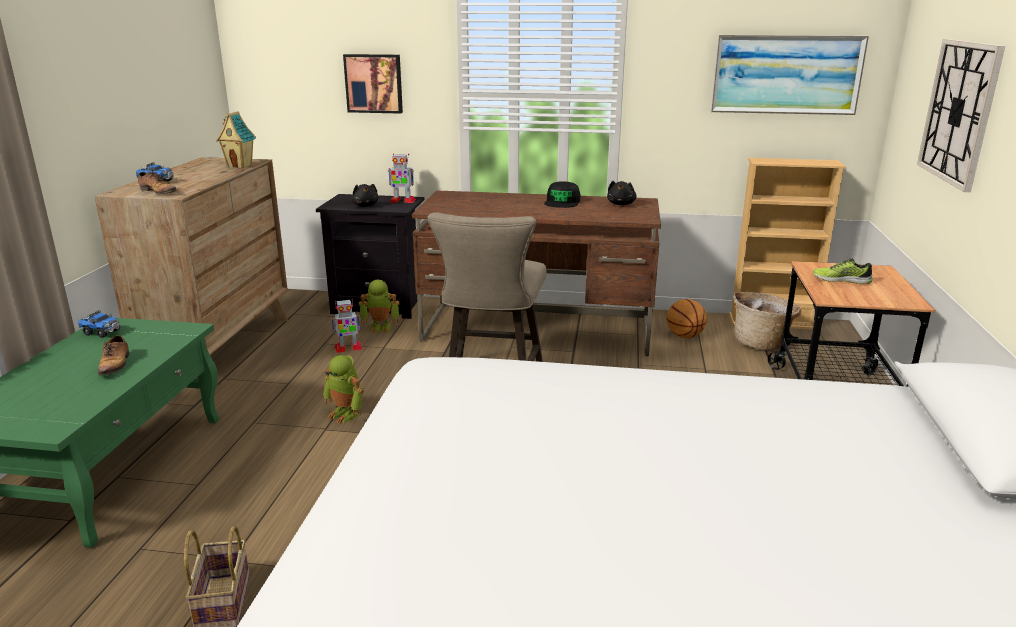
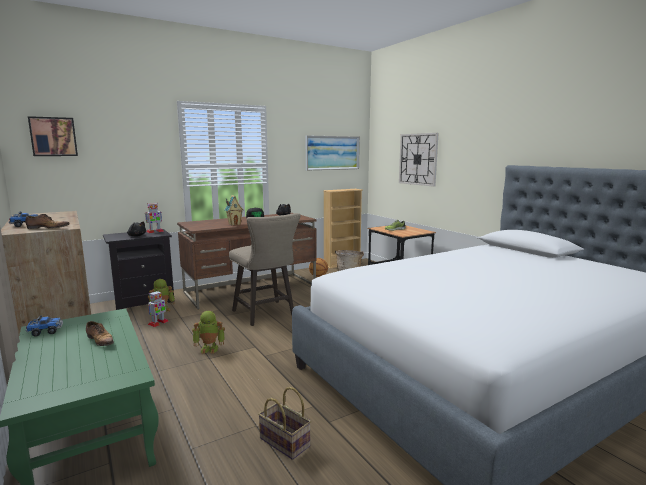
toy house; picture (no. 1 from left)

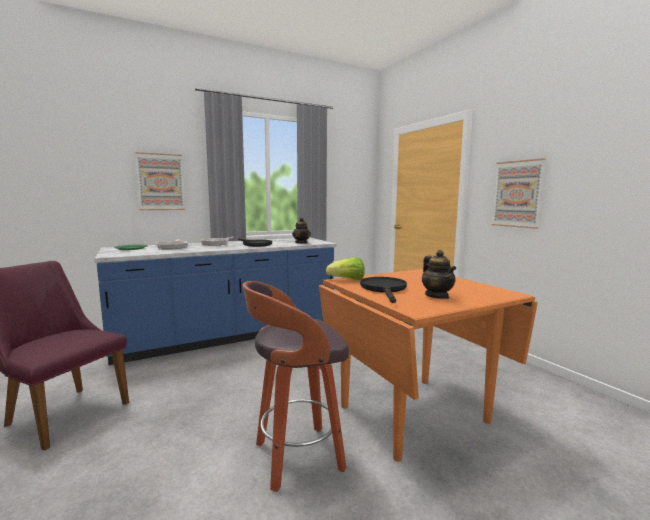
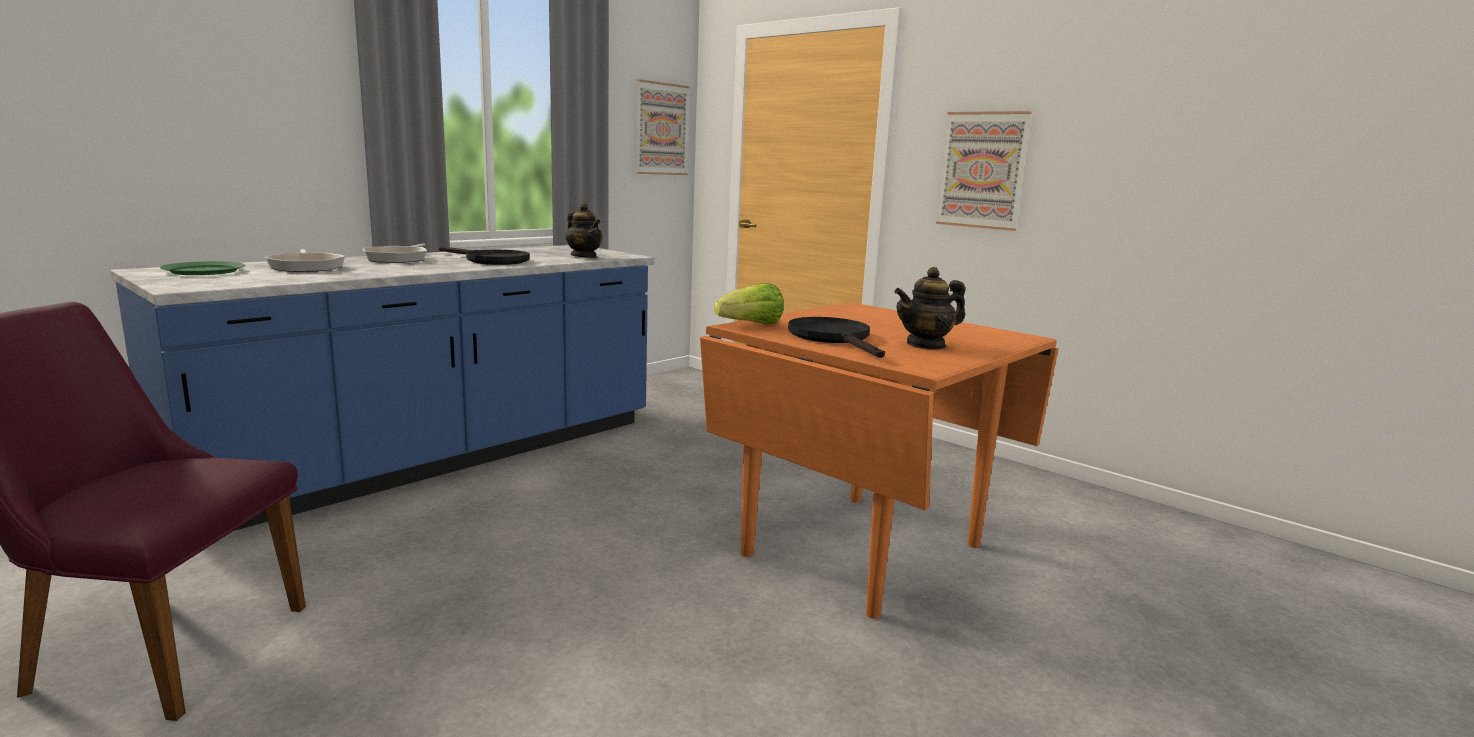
stool; picture (no. 1 from left); teapot (no. 2 from left)

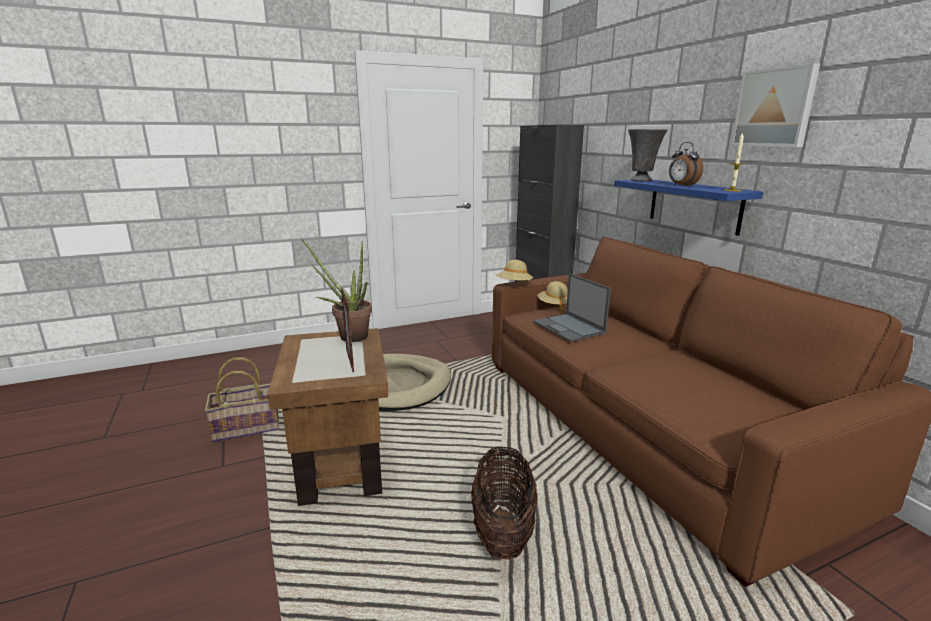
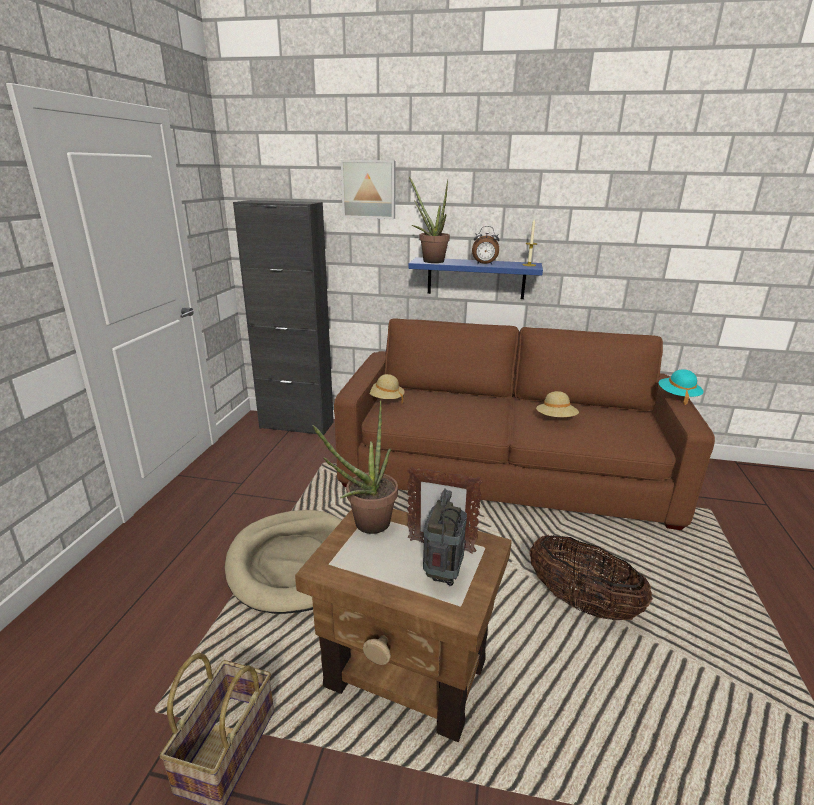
laptop; radio; turquoise hat; beige hat (no. 2 from left); picture; potted plant (no. 2 from left)

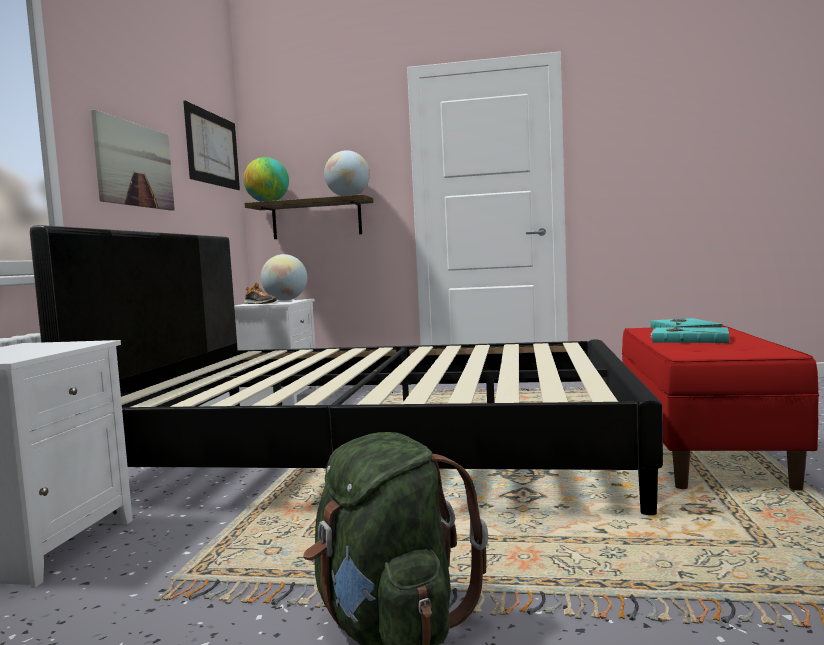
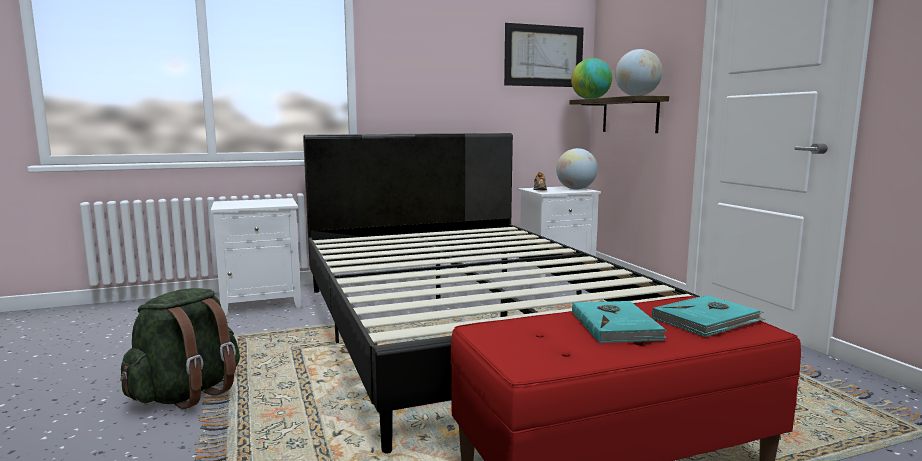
picture (no. 1 from left in the first image)

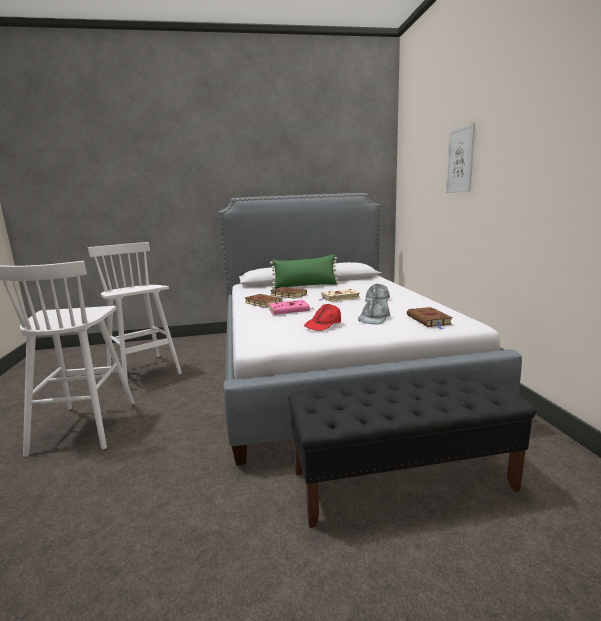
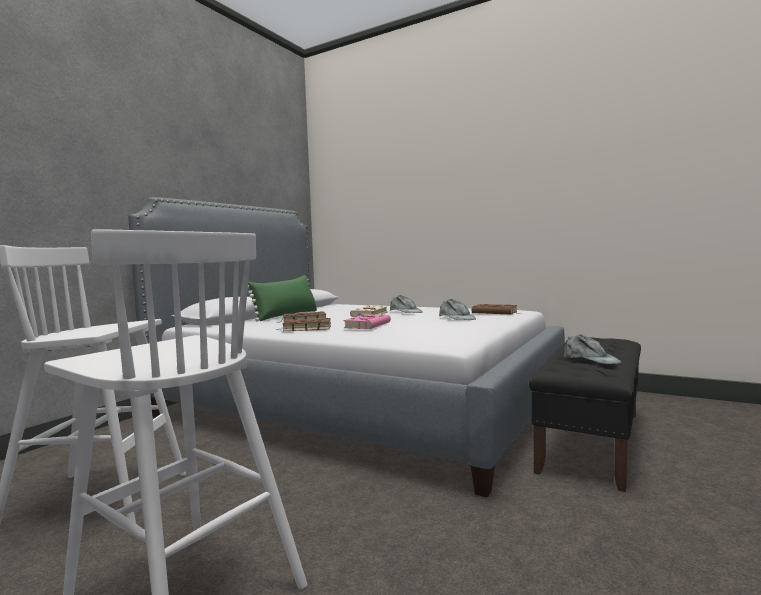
red cap; picture; grey cap (no. 3 from left)

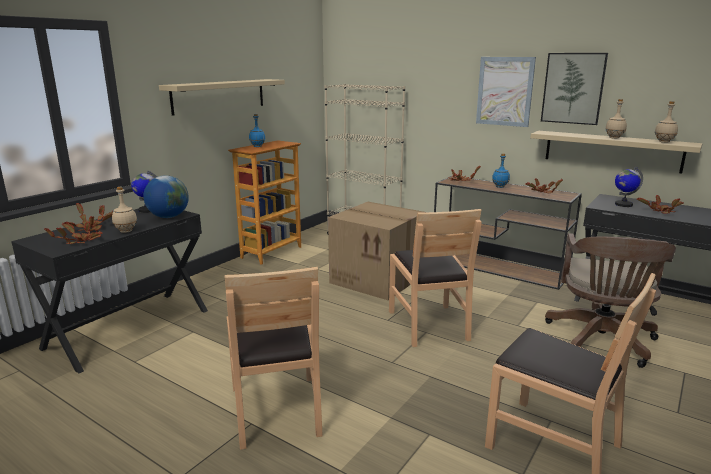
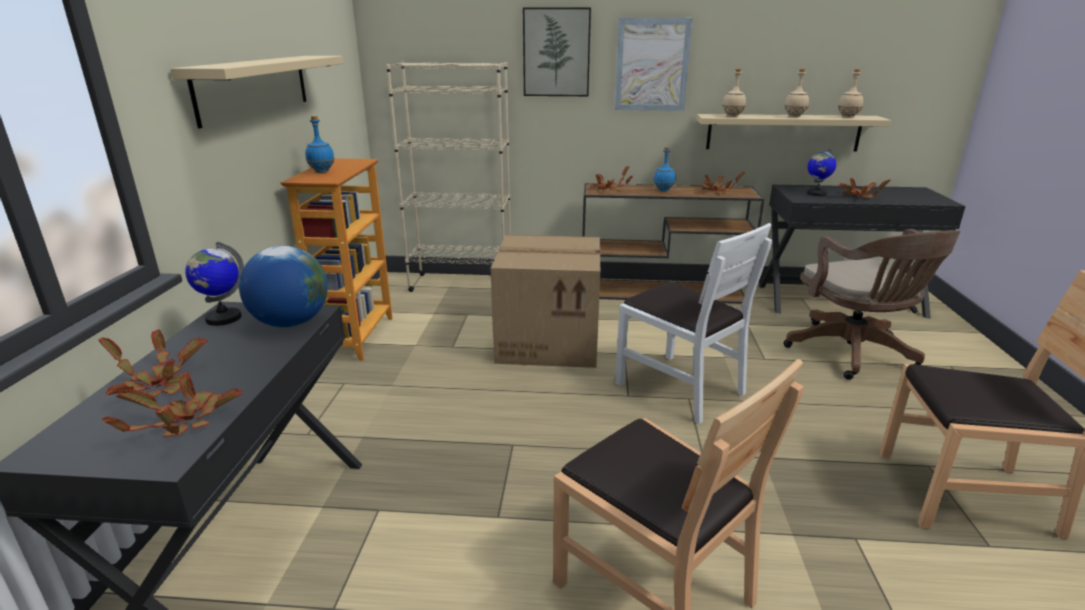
beige bottle (no. 1 from left); picture (no. 1 from left); white chair

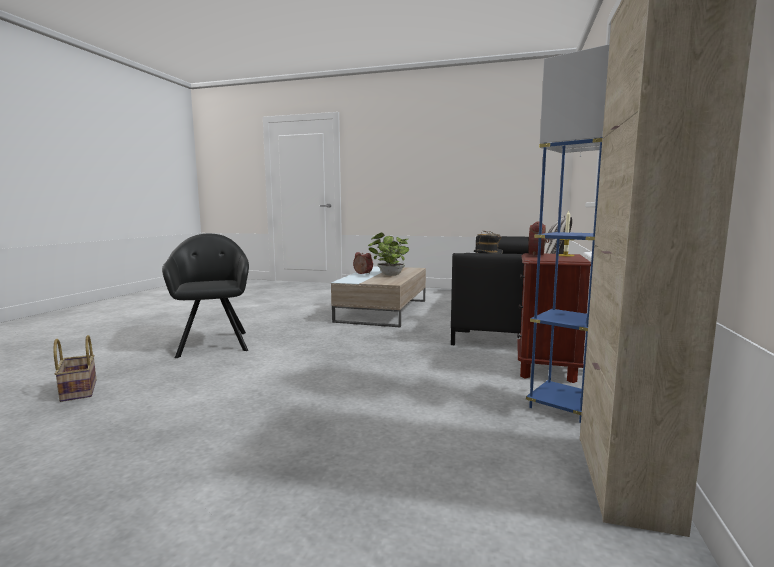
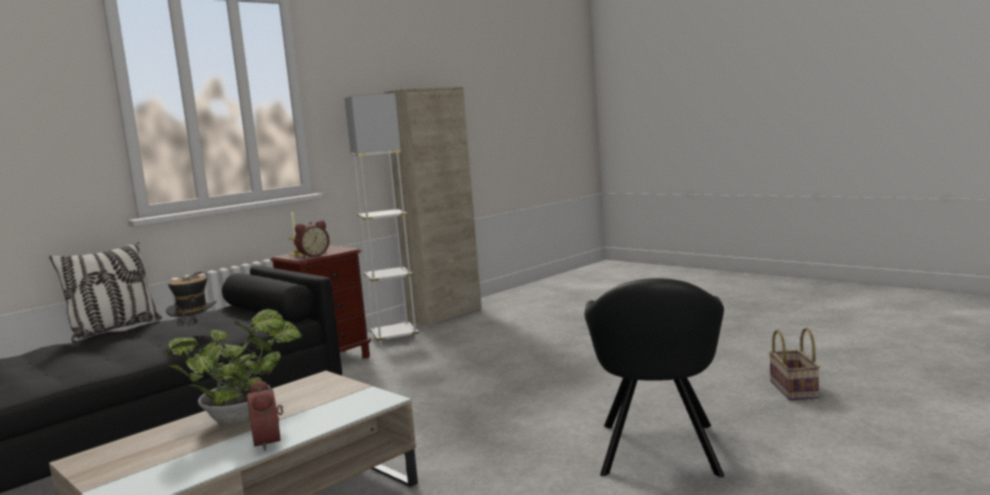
white floor lamp

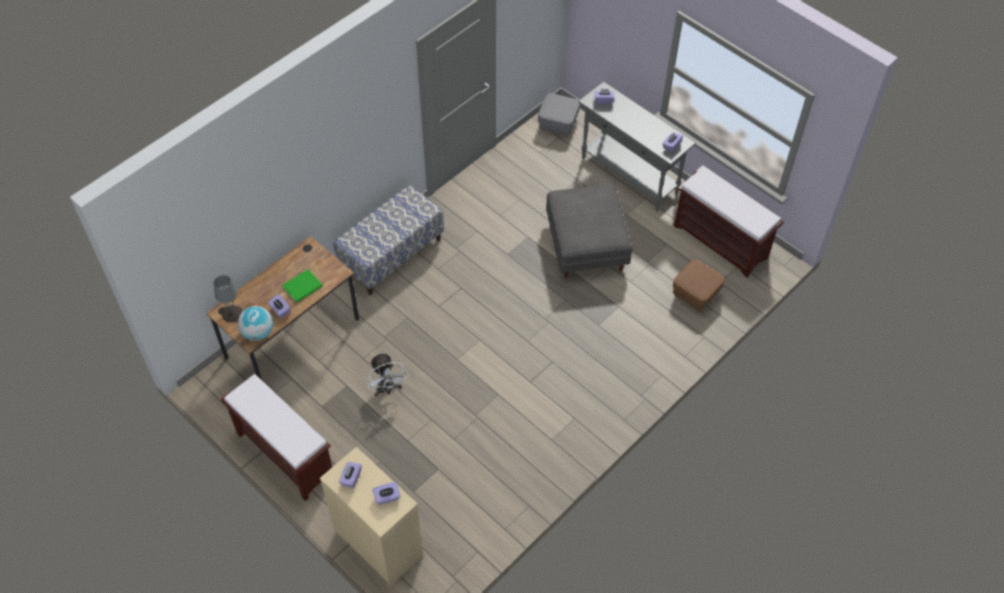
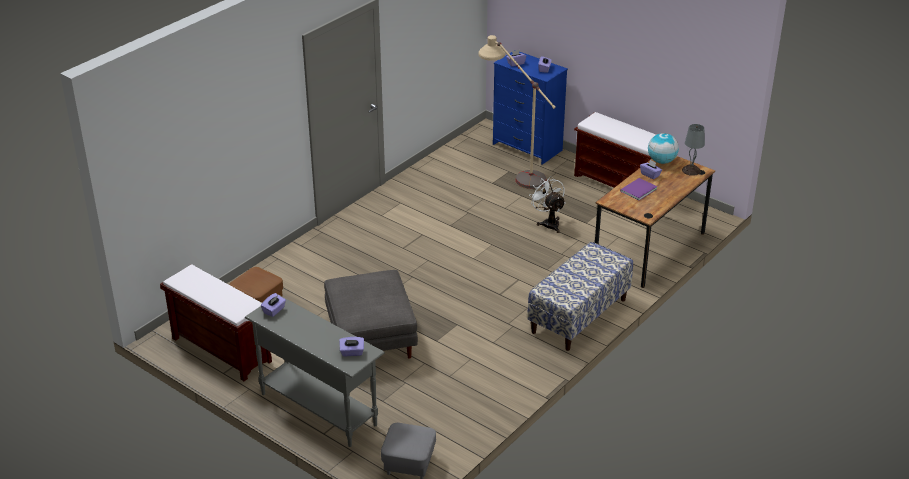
beige floor lamp; purple book; blue dresser

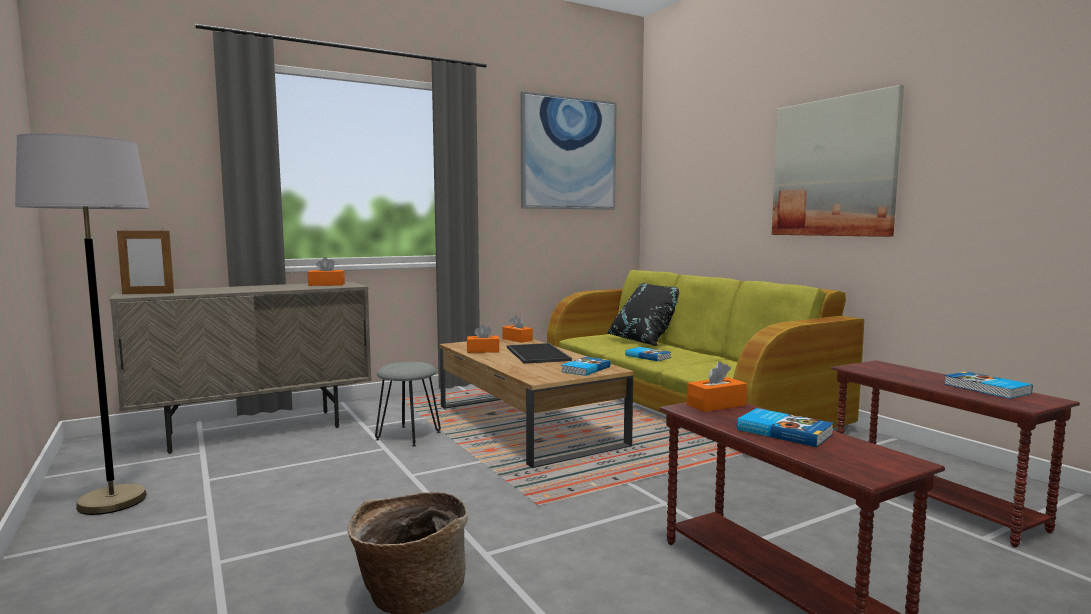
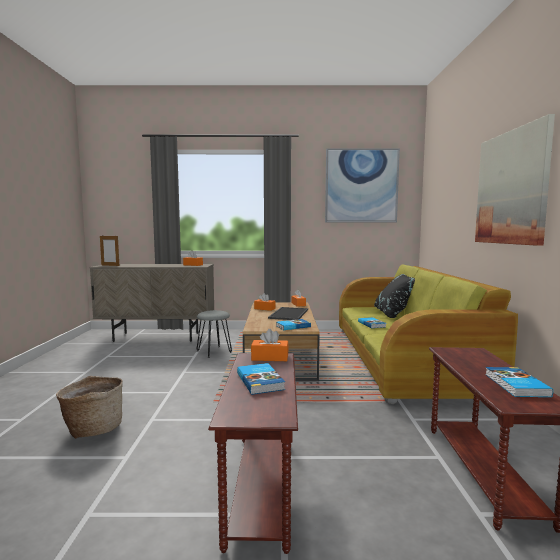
grey floor lamp

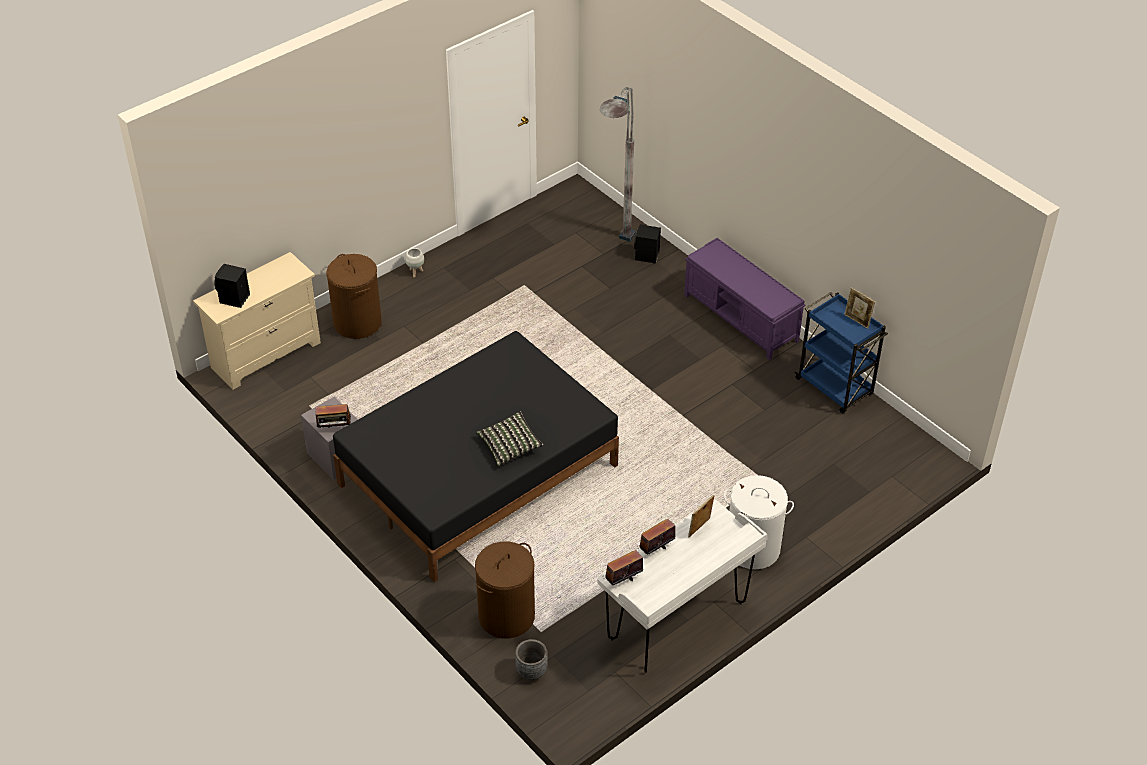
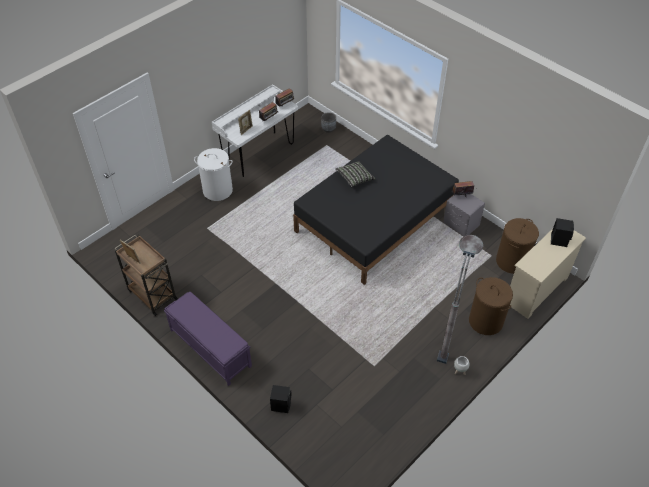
brown laundry basket (no. 2 from left); grey floor lamp; brown cart

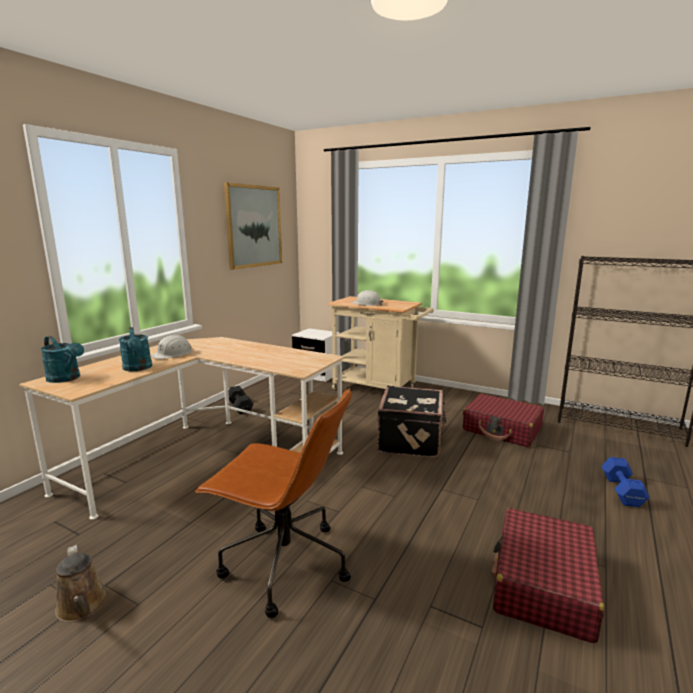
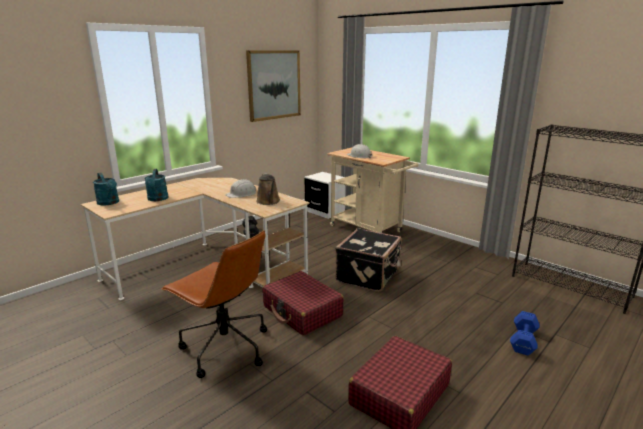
brown watering can; white hard hat (no. 1 from left); red suitcase (no. 1 from left)

